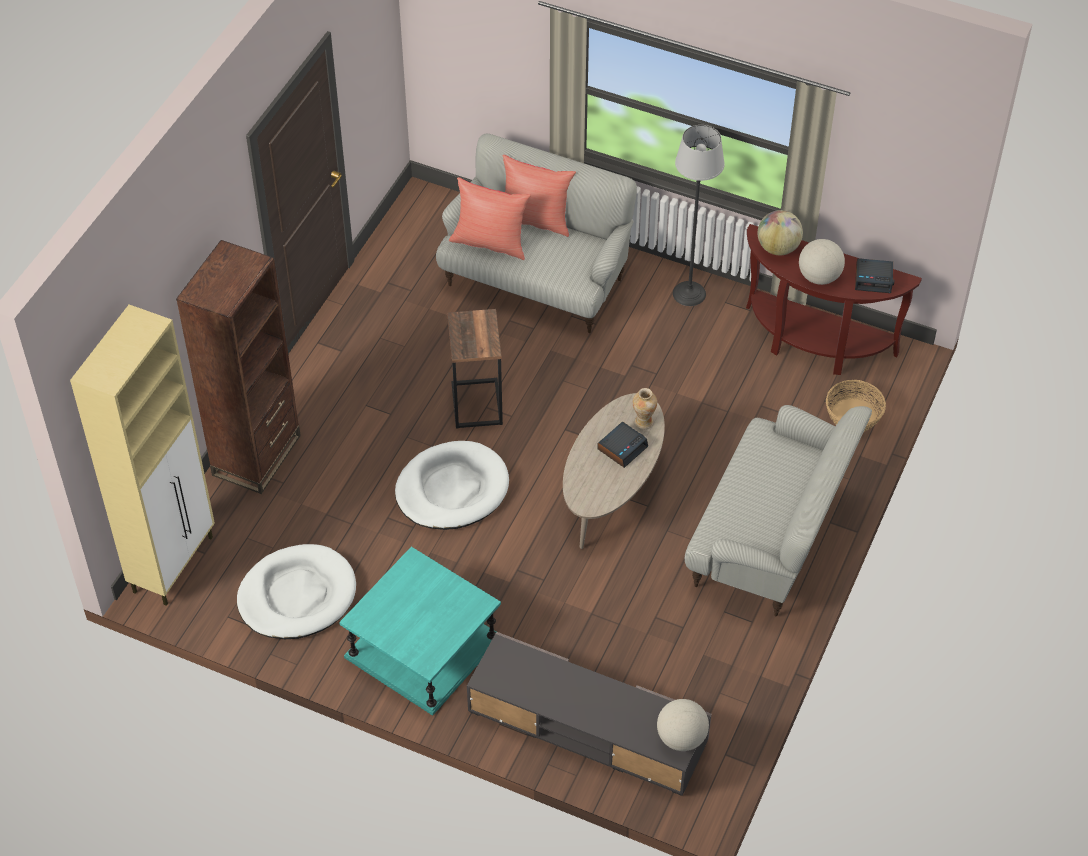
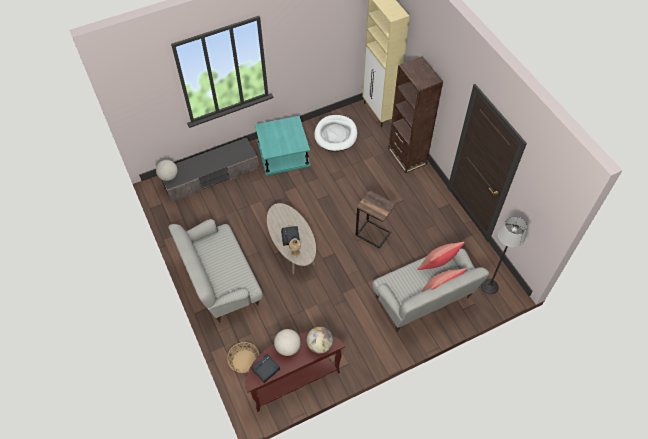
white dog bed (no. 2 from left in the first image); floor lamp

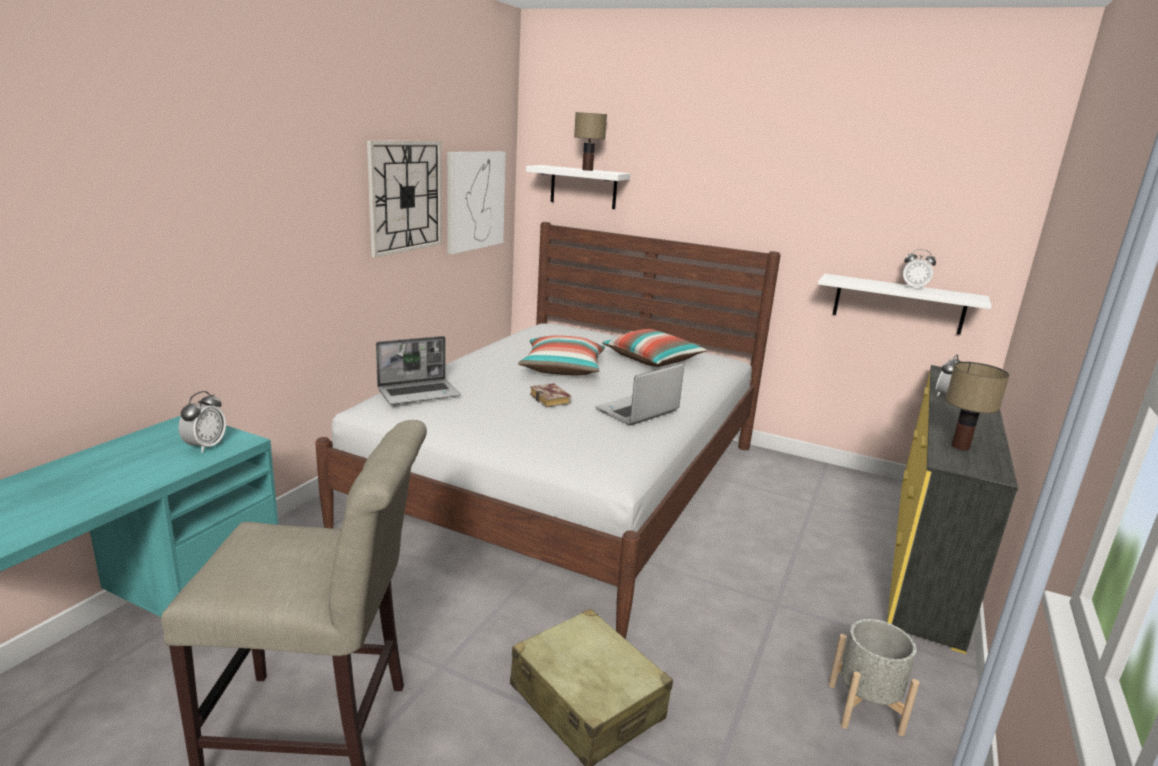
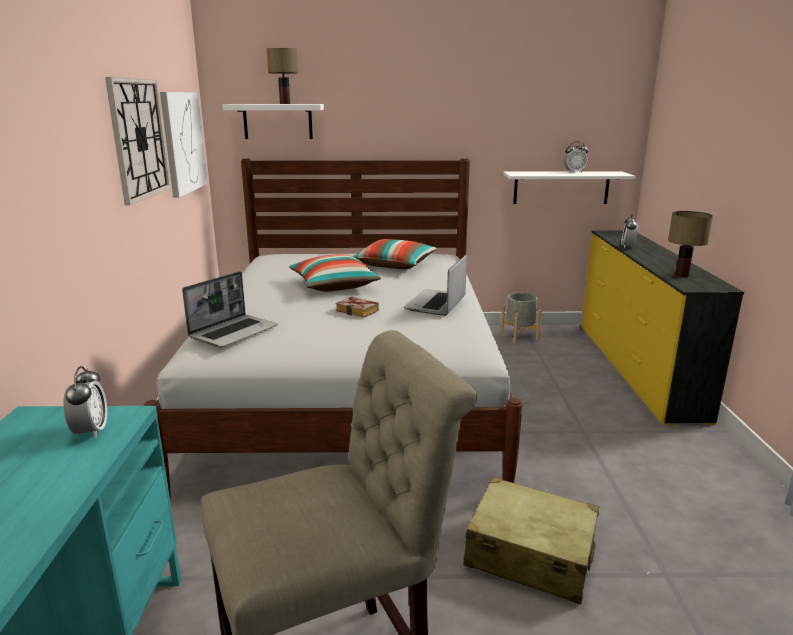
grey planter

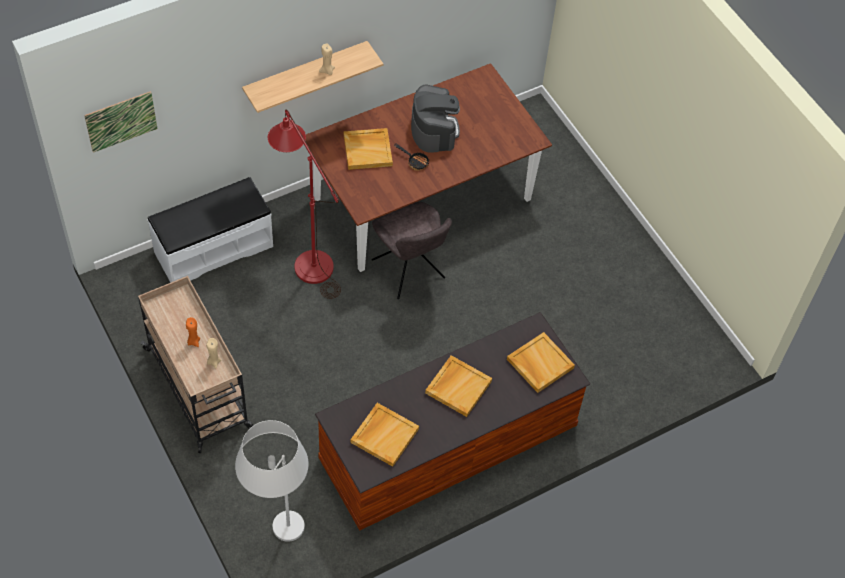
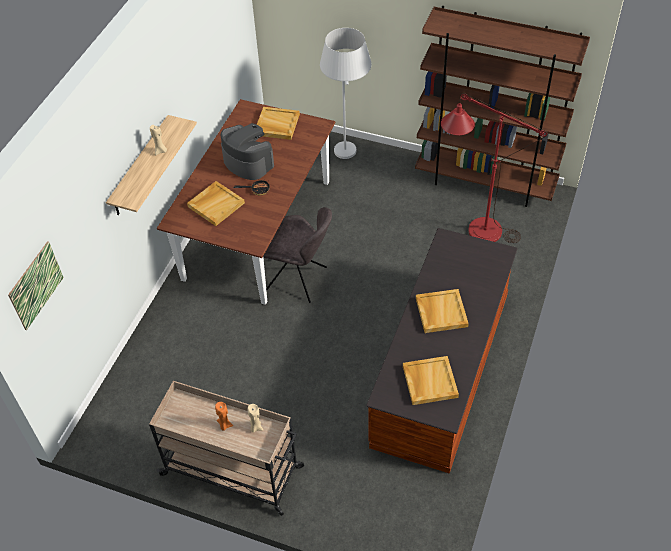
white bench; brown bookcase; white floor lamp; red floor lamp; beige tray (no. 2 from left)

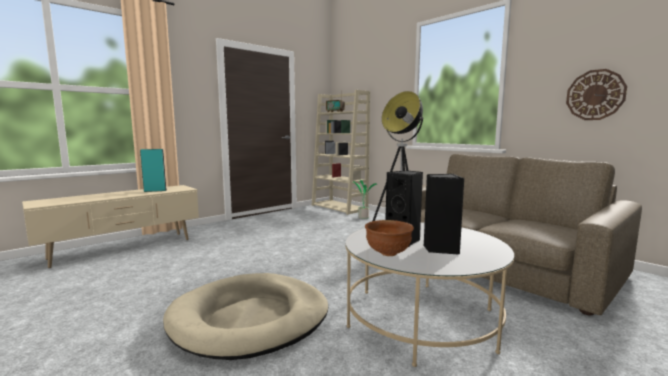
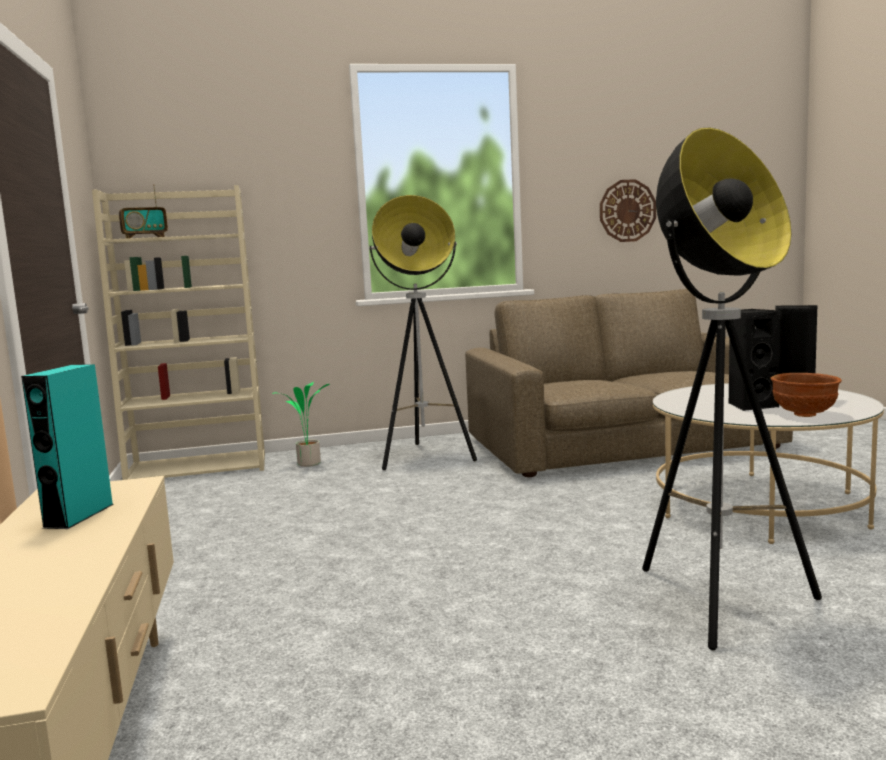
floor lamp (no. 2 from left)

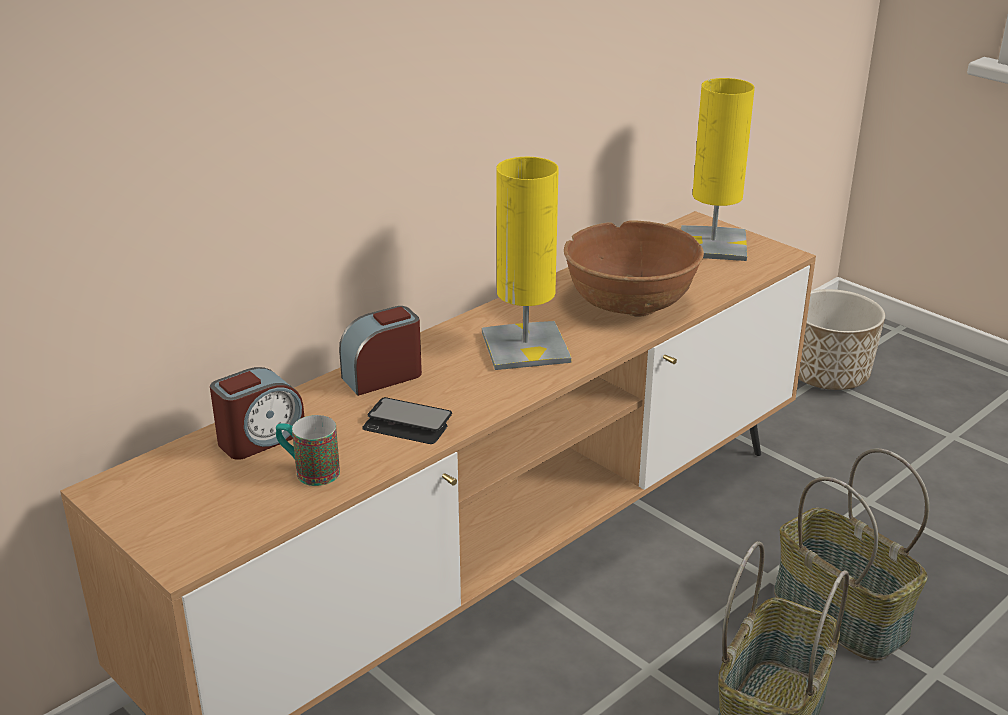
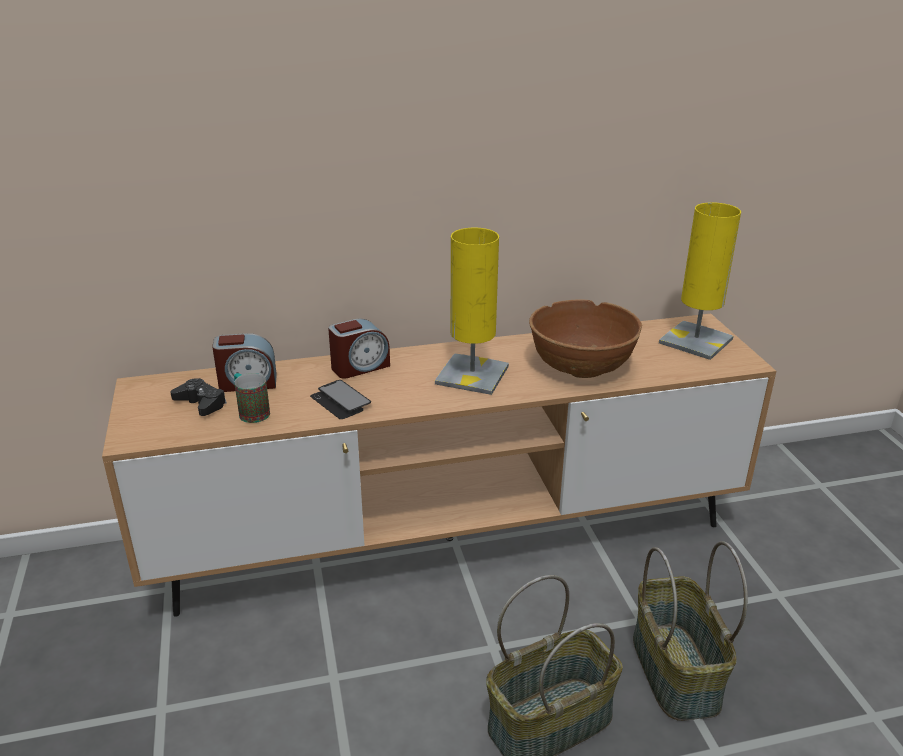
planter; black game controller; alarm clock (no. 2 from left)

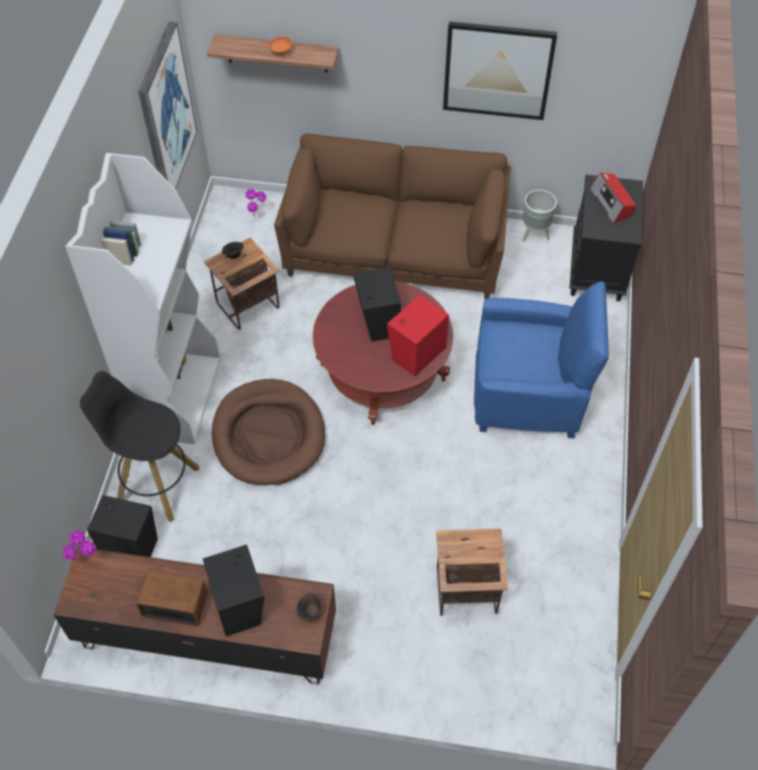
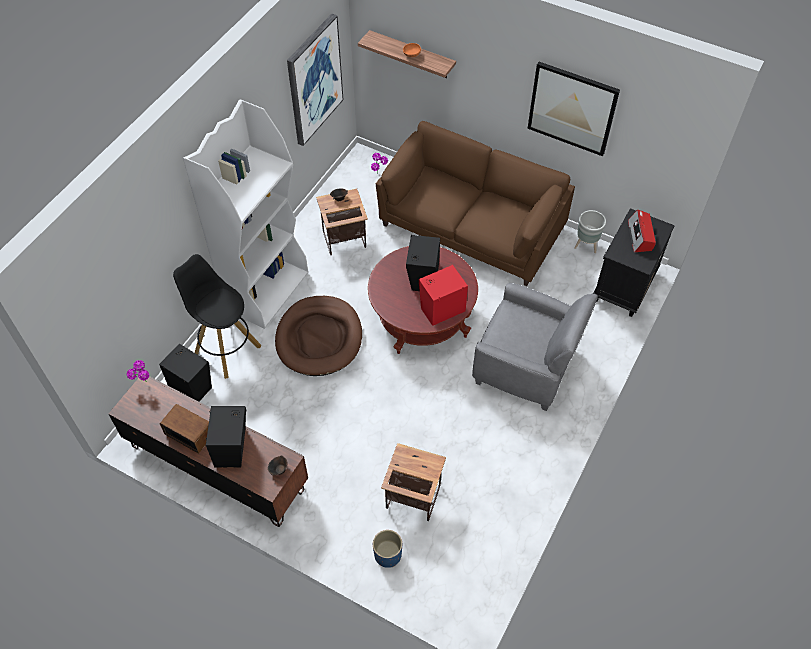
blue planter; grey armchair

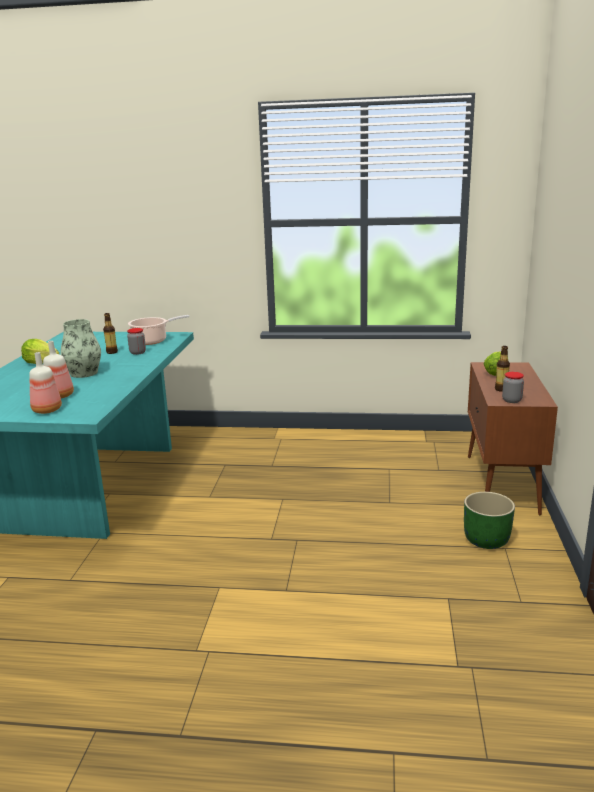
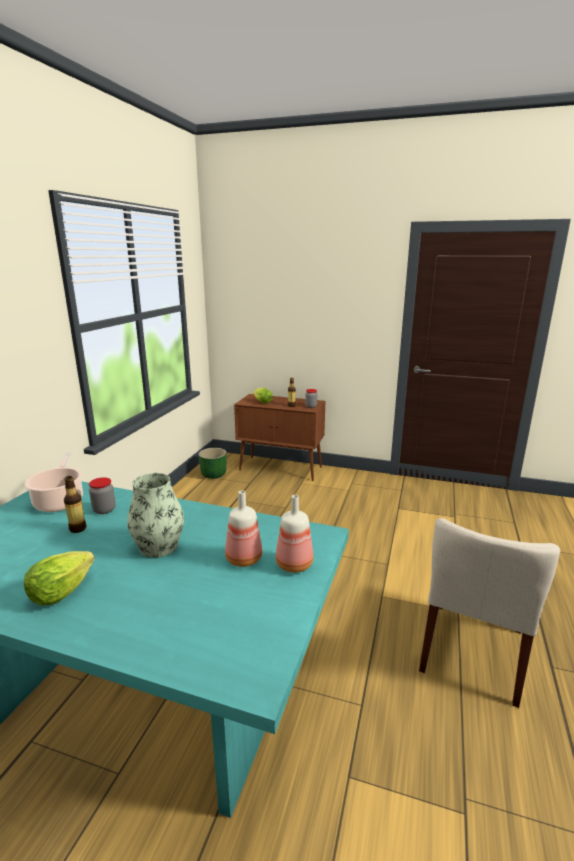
beige chair; green planter

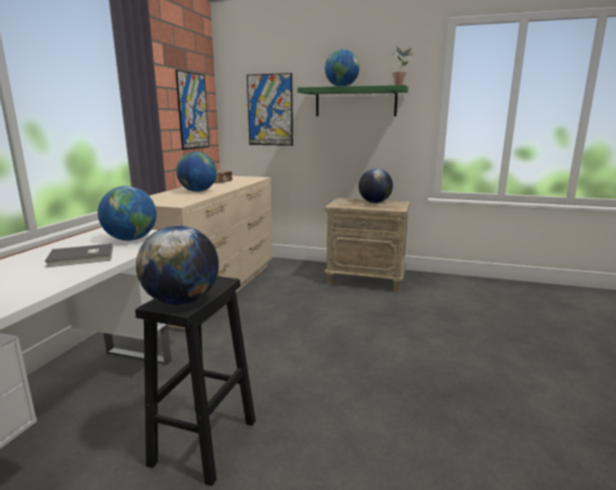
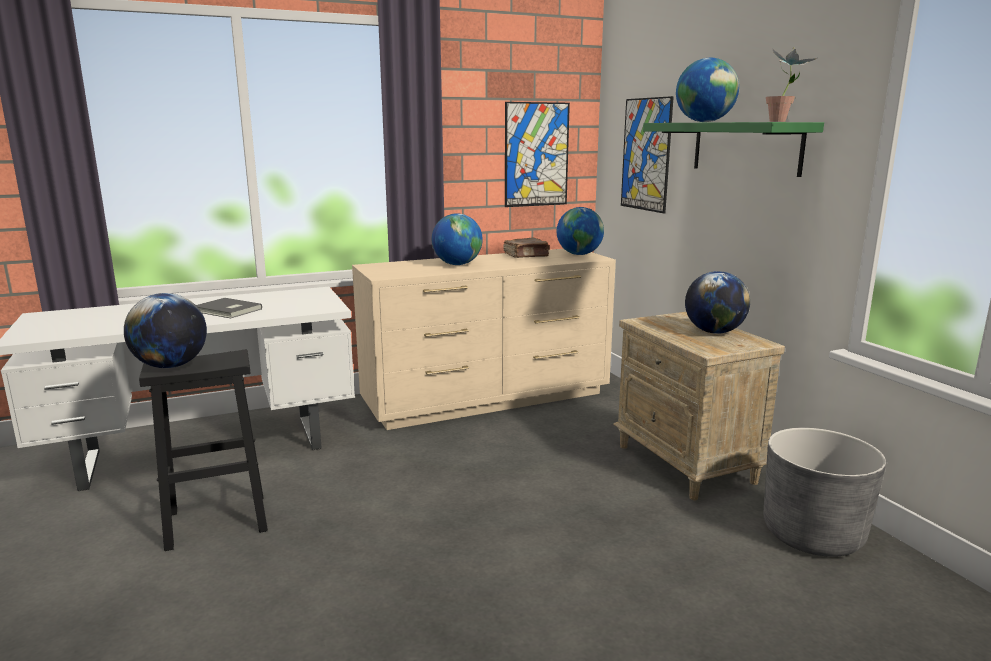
grey planter; globe (no. 3 from left)

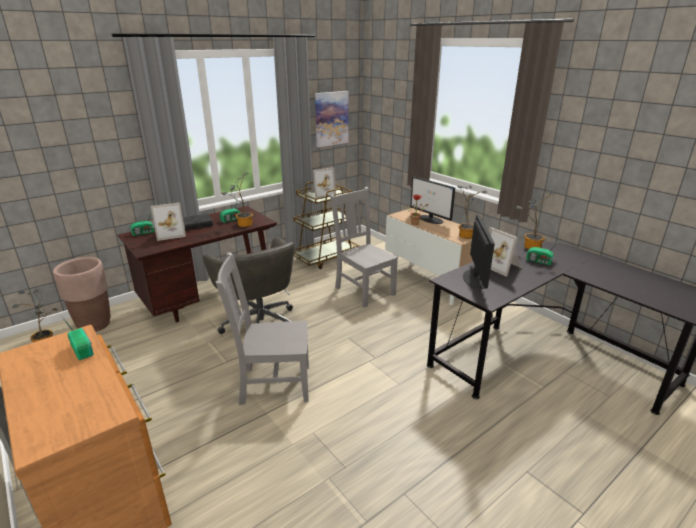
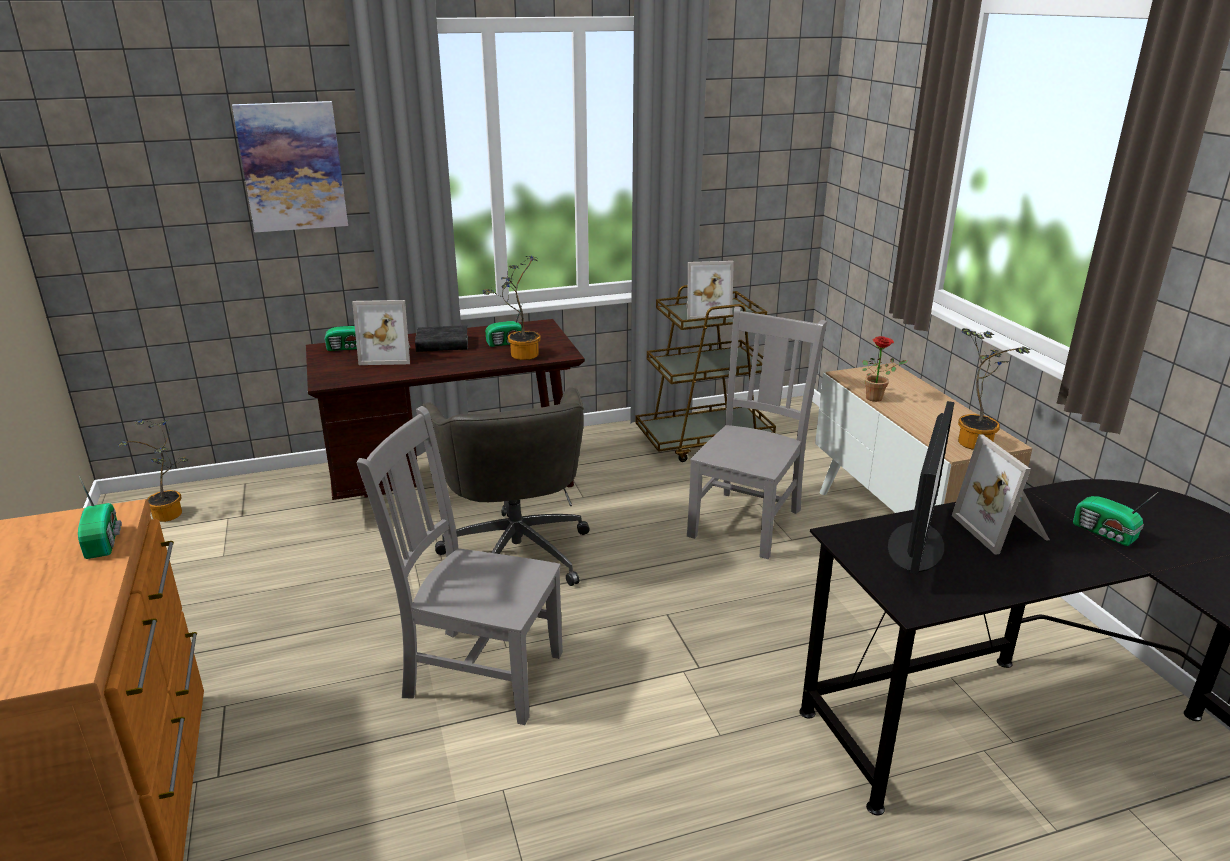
brown planter; monitor (no. 1 from left in the first image); potted plant (no. 5 from left in the first image); picture; grey chair (no. 2 from left)

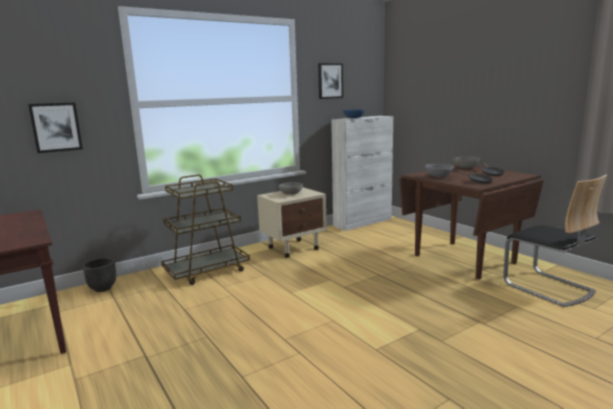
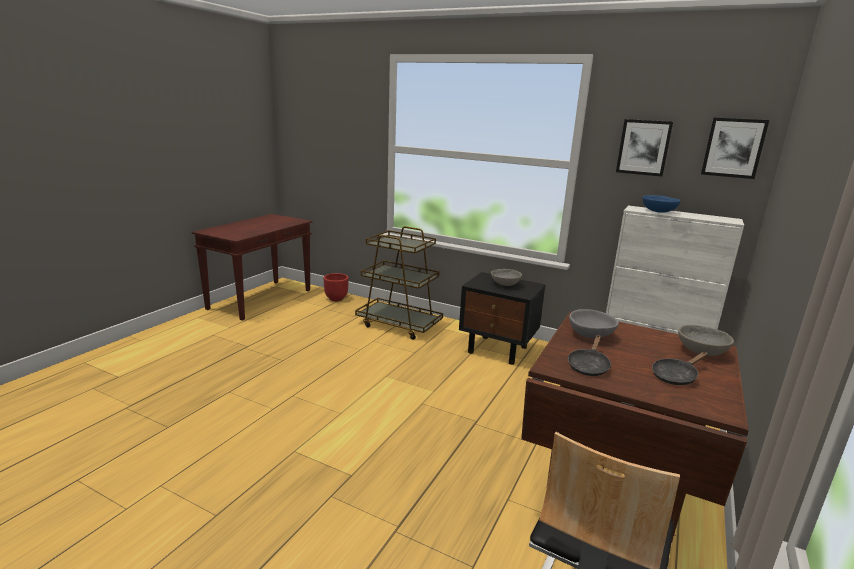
picture (no. 2 from left); red planter; black nightstand

